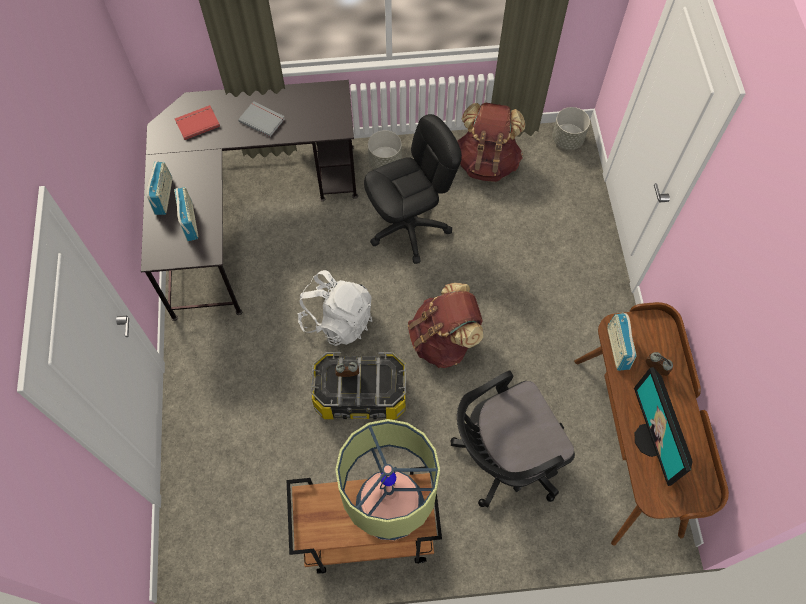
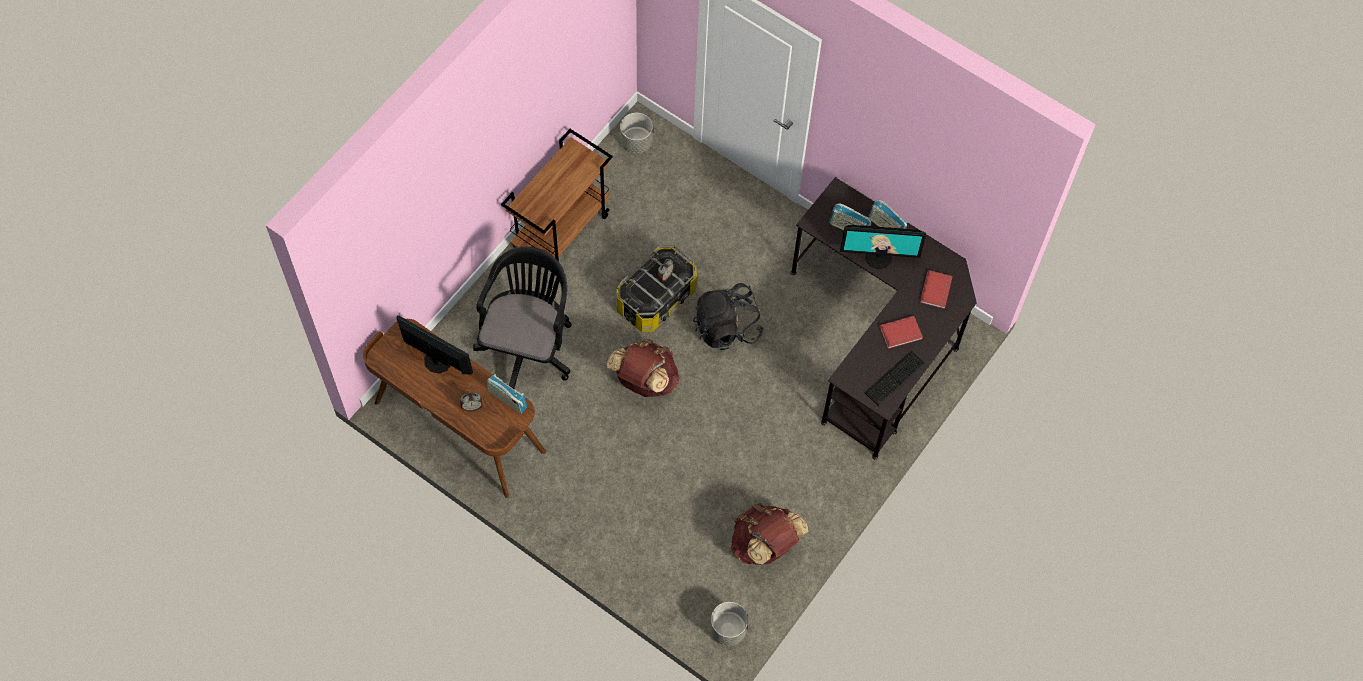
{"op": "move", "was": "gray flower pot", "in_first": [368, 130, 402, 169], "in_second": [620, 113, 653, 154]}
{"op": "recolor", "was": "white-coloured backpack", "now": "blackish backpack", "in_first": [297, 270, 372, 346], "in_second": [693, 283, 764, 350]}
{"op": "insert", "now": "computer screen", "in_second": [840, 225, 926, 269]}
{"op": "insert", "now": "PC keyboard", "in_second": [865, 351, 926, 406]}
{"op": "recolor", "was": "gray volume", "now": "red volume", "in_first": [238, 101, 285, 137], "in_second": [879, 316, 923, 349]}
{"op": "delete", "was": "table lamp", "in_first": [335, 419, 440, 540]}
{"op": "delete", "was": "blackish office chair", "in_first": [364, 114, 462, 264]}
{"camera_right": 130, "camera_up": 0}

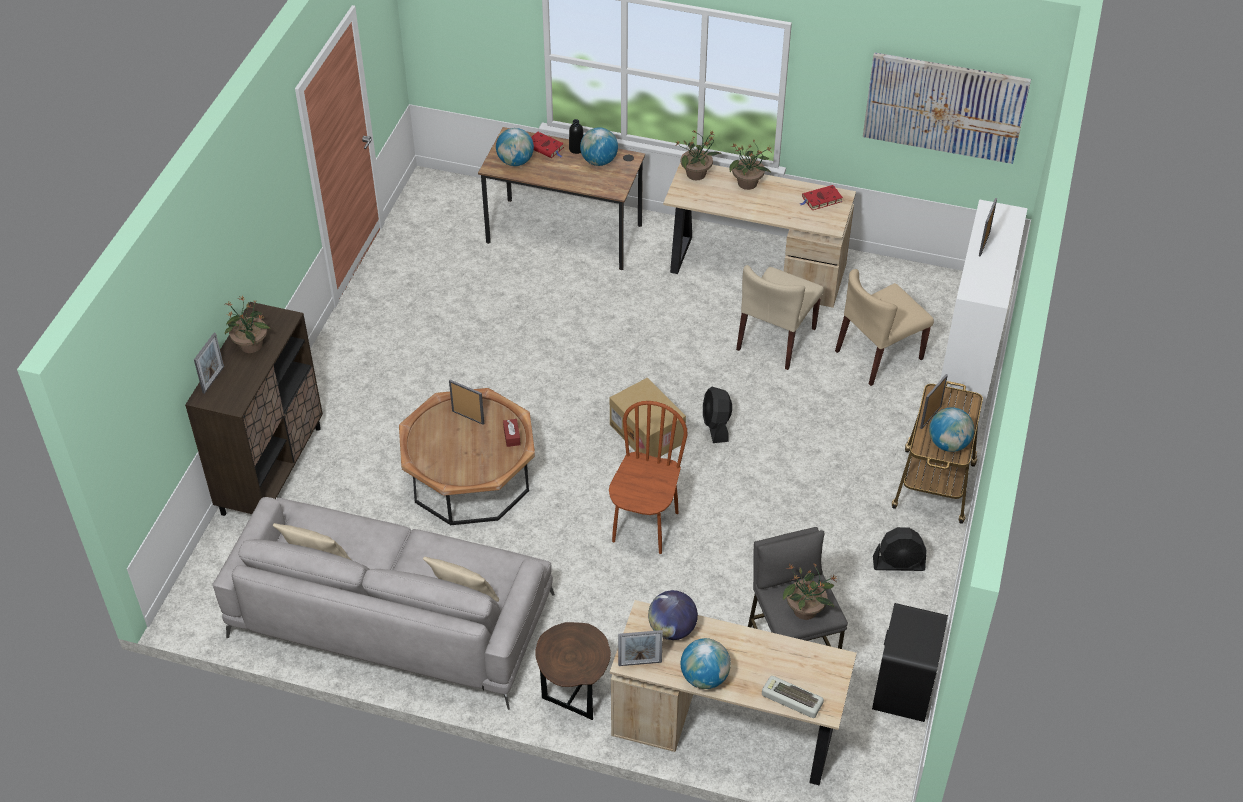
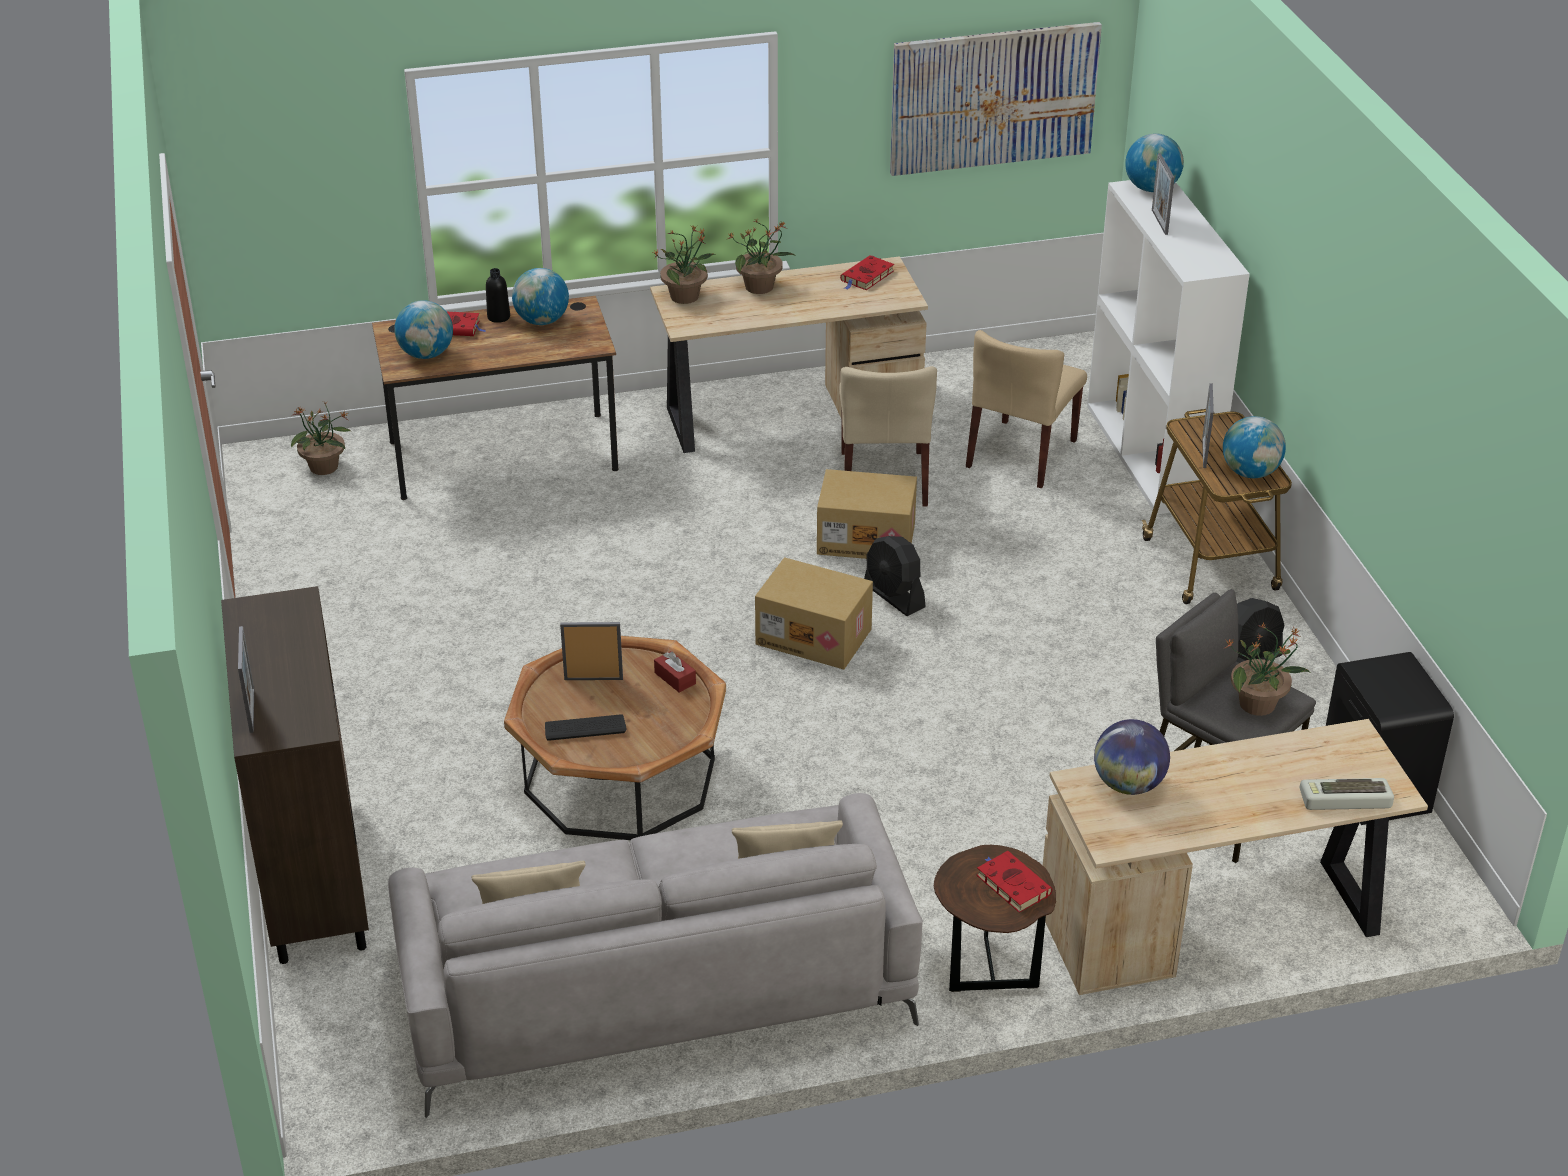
{"op": "move", "was": "houseplant", "in_first": [225, 296, 271, 353], "in_second": [291, 401, 351, 475]}
{"op": "insert", "now": "PC keyboard", "in_second": [545, 714, 626, 741]}
{"op": "insert", "now": "packing box", "in_second": [817, 469, 917, 559]}
{"op": "insert", "now": "red volume", "in_second": [977, 851, 1052, 913]}
{"op": "move", "was": "globe", "in_first": [681, 638, 731, 689], "in_second": [1125, 133, 1184, 192]}
{"op": "delete", "was": "brown upright chair", "in_first": [609, 401, 688, 554]}
{"op": "delete", "was": "photo frame", "in_first": [618, 630, 663, 666]}
{"camera_right": -30, "camera_up": -10}

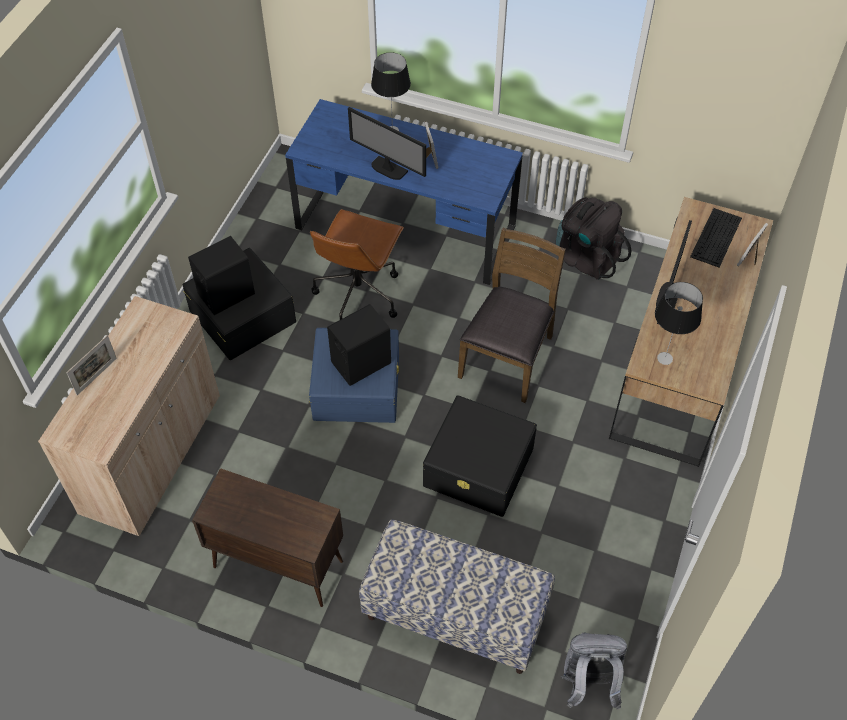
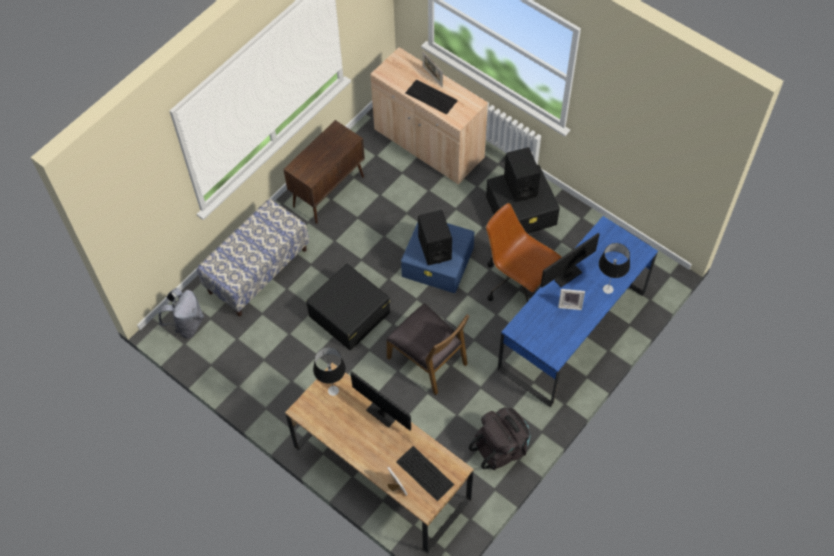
{"op": "insert", "now": "PC keyboard", "in_second": [405, 79, 458, 114]}
{"camera_right": 110, "camera_up": 5}

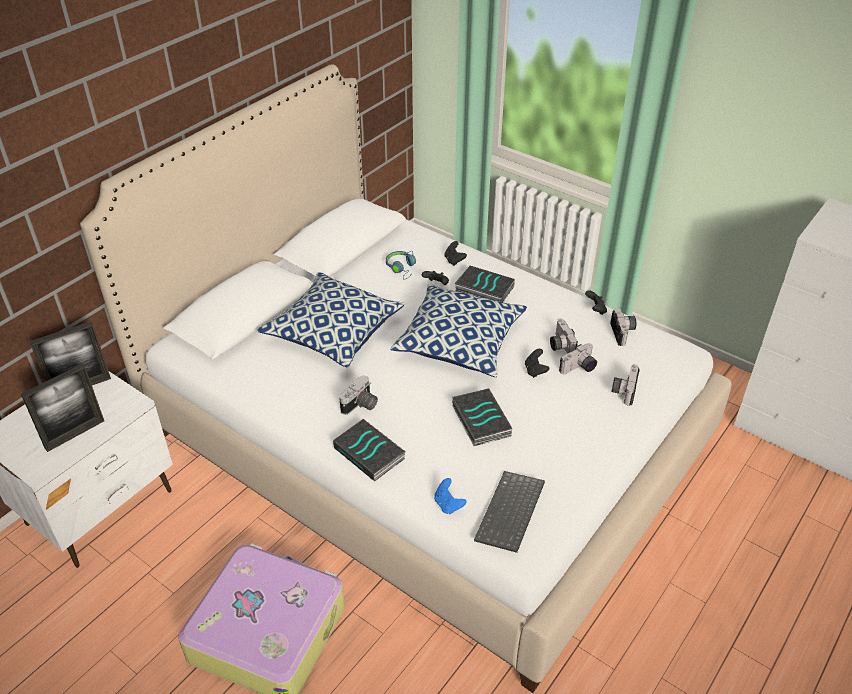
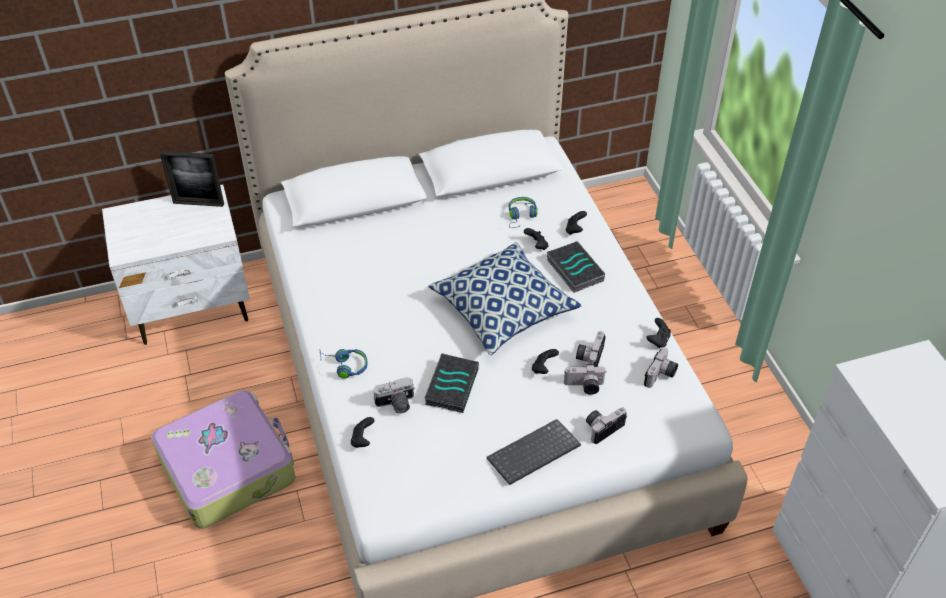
{"op": "replace", "was": "volume", "now": "blue headset", "in_first": [333, 419, 405, 481], "in_second": [320, 349, 368, 379]}
{"op": "recolor", "was": "blue joypad", "now": "blackish joypad", "in_first": [434, 478, 467, 514], "in_second": [351, 417, 375, 448]}
{"op": "move", "was": "photo camera", "in_first": [339, 375, 378, 415], "in_second": [373, 377, 415, 414]}
{"op": "move", "was": "PC keyboard", "in_first": [474, 471, 545, 553], "in_second": [487, 419, 581, 485]}
{"op": "delete", "was": "photo frame", "in_first": [21, 364, 104, 452]}
{"op": "delete", "was": "pillow", "in_first": [257, 272, 405, 367]}
{"camera_right": 35, "camera_up": 5}

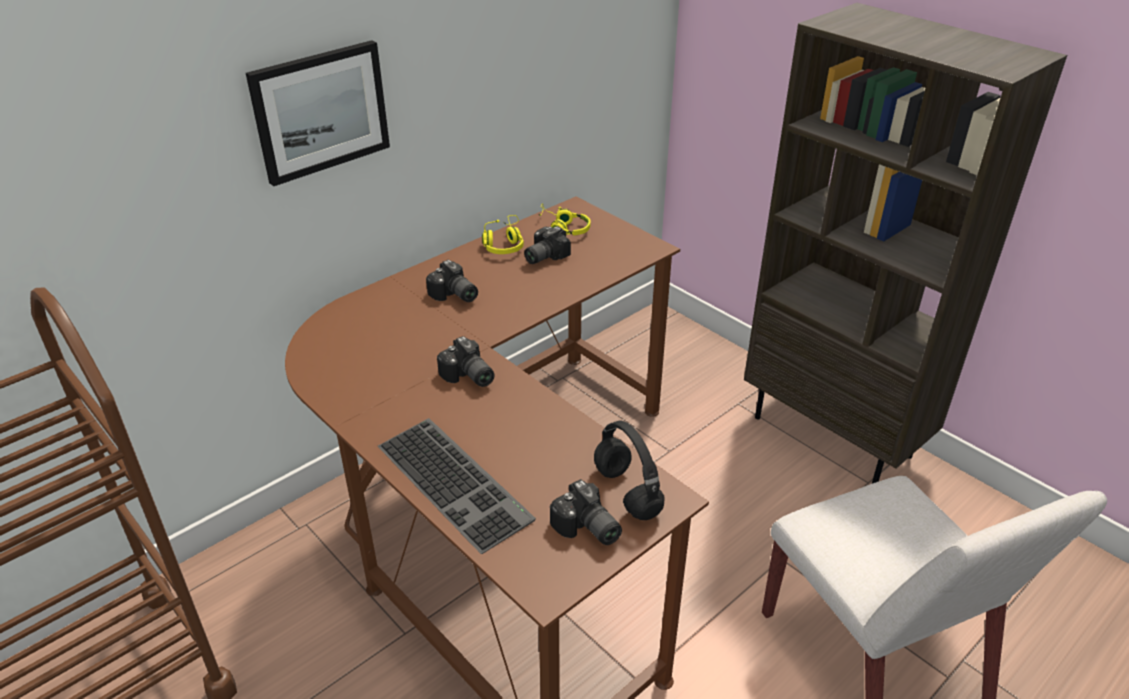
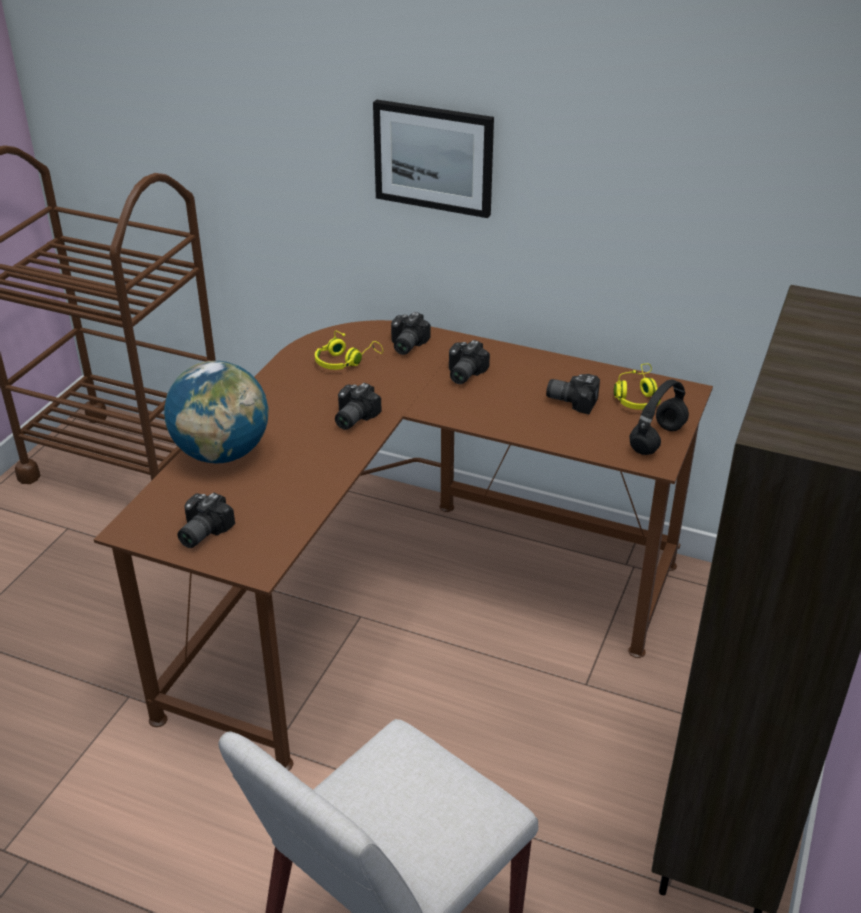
{"op": "replace", "was": "PC keyboard", "now": "globe", "in_first": [378, 418, 536, 554], "in_second": [164, 361, 268, 463]}
{"op": "move", "was": "yellowish headset", "in_first": [482, 215, 524, 254], "in_second": [315, 331, 383, 370]}
{"op": "insert", "now": "photo camera", "in_second": [391, 312, 430, 355]}
{"op": "move", "was": "blackish headset", "in_first": [594, 420, 665, 520], "in_second": [629, 380, 689, 455]}
{"camera_right": 65, "camera_up": 0}

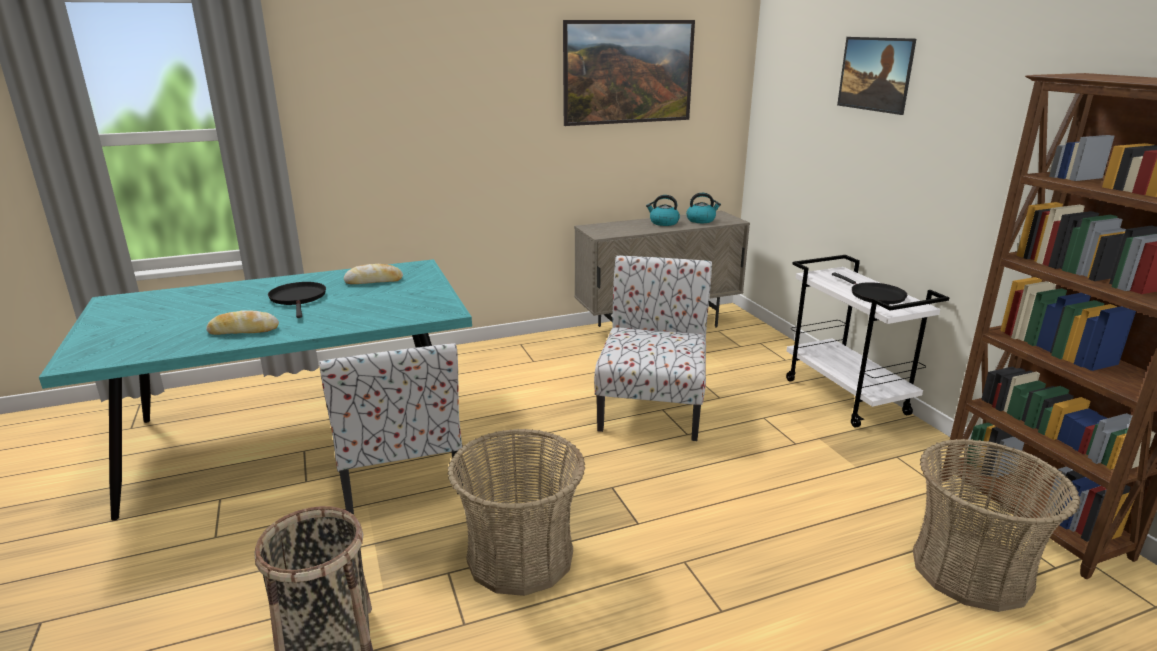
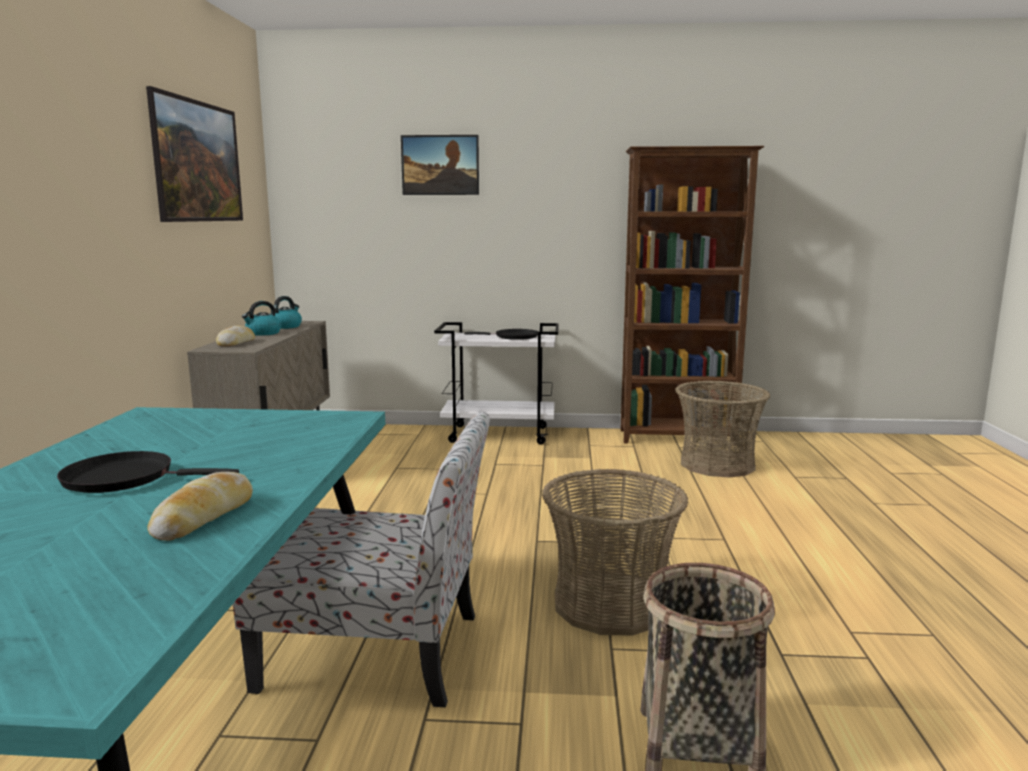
{"op": "move", "was": "bakery bread", "in_first": [344, 264, 403, 284], "in_second": [216, 325, 255, 346]}
{"op": "delete", "was": "upright chair", "in_first": [594, 256, 712, 441]}
{"camera_right": -65, "camera_up": -10}

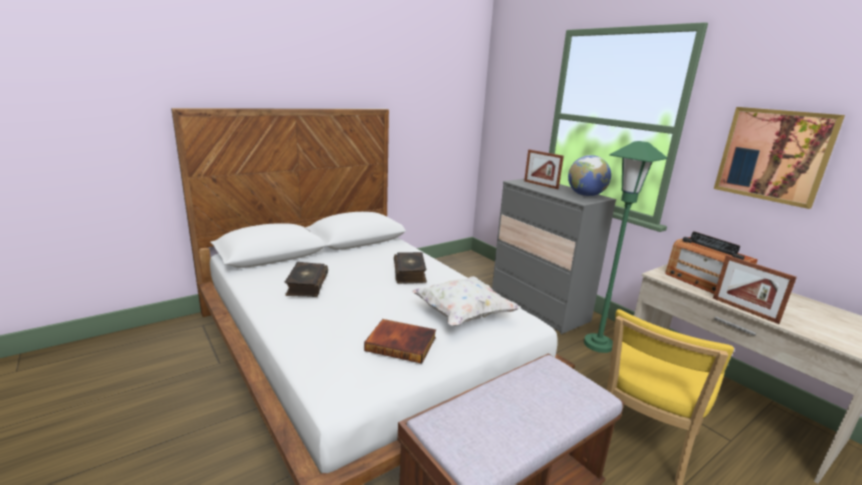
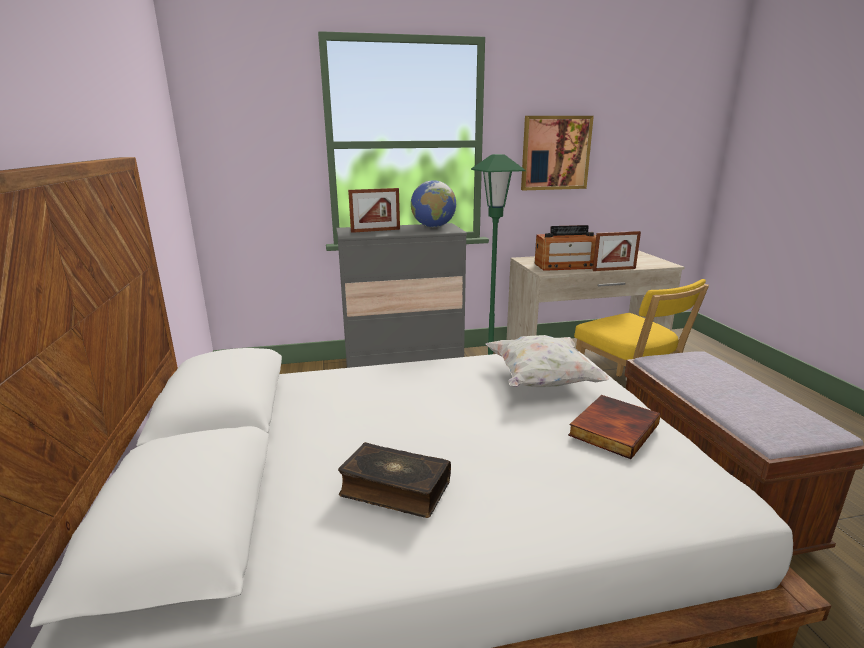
{"op": "delete", "was": "volume", "in_first": [394, 252, 427, 284]}
{"camera_right": -65, "camera_up": 0}

